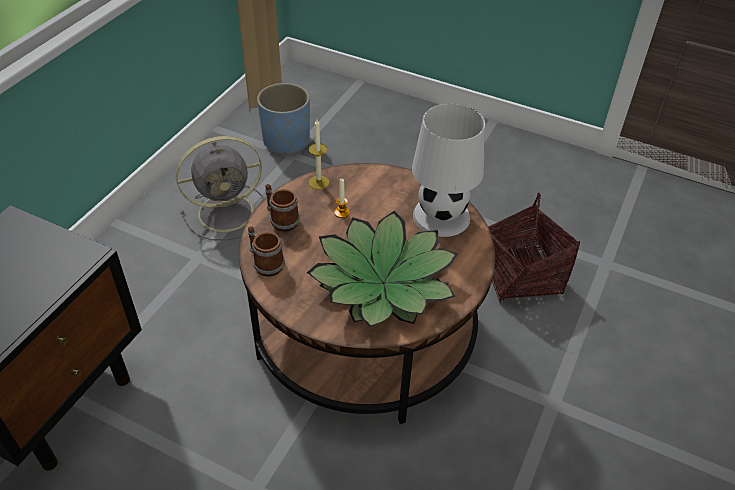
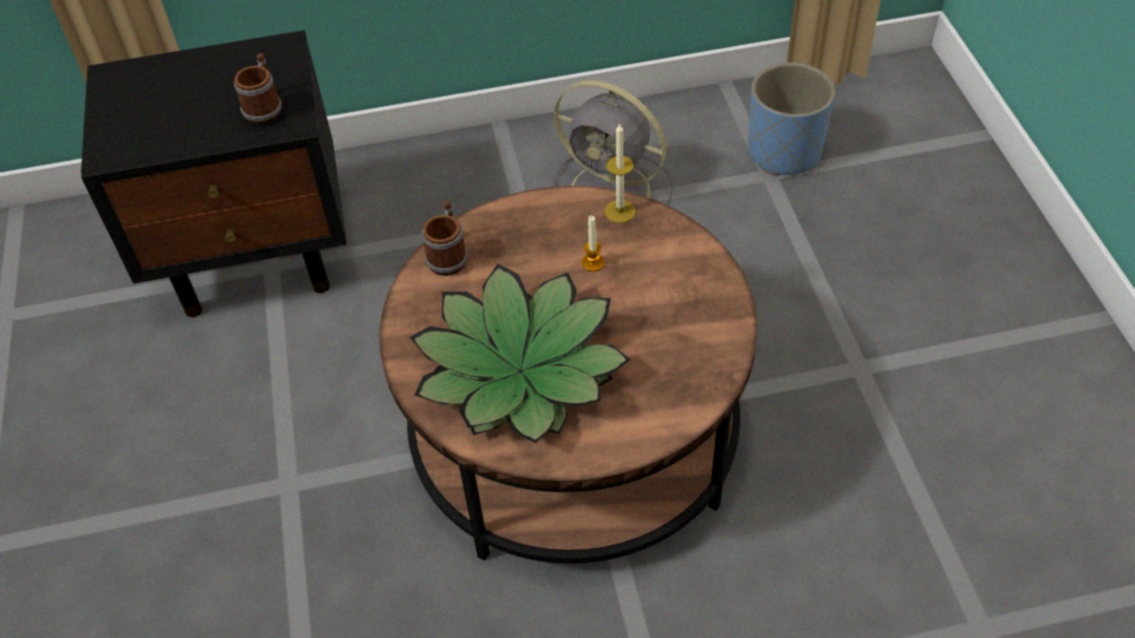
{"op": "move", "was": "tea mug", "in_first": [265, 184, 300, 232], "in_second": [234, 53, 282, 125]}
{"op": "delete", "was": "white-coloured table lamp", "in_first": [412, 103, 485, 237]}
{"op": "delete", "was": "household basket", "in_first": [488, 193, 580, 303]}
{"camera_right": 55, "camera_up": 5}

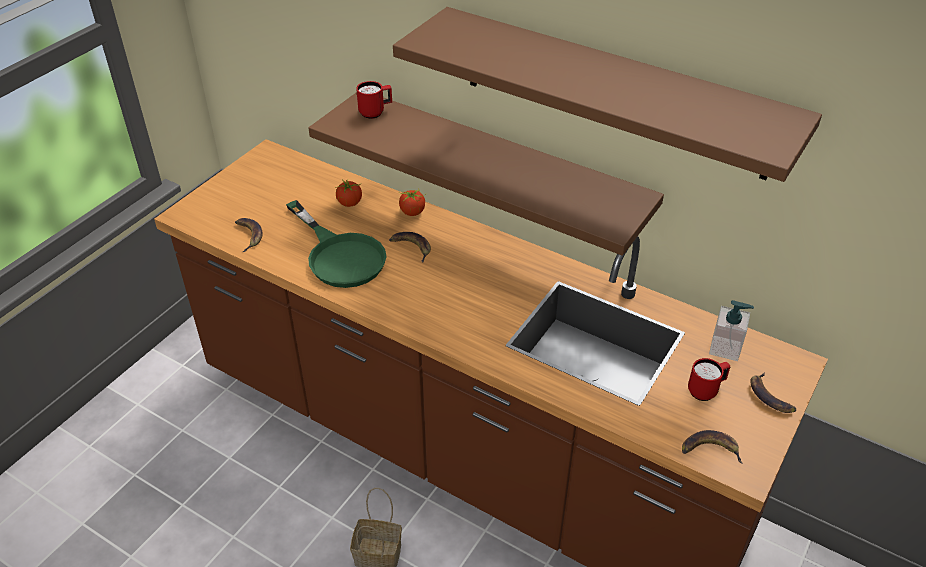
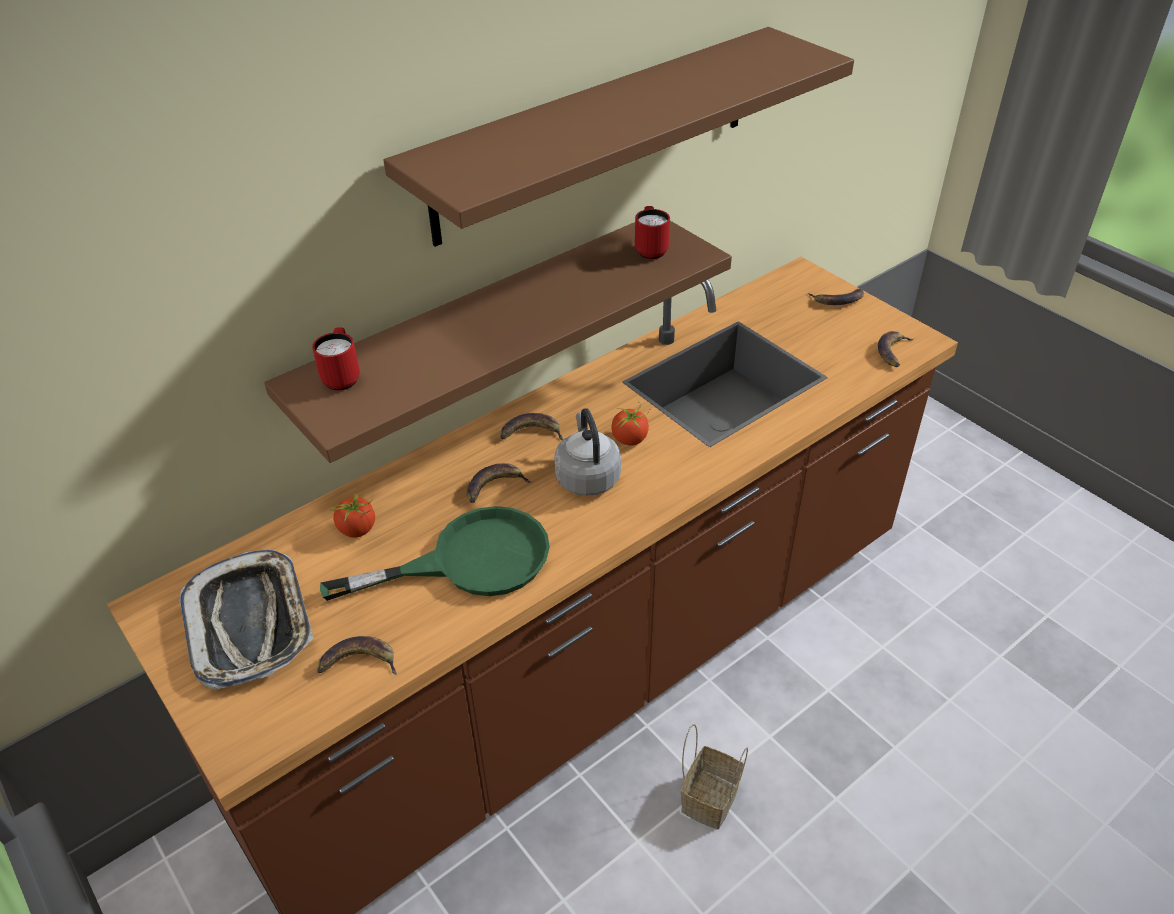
{"op": "insert", "now": "carrying tray", "in_second": [180, 550, 314, 689]}
{"op": "insert", "now": "banana", "in_second": [500, 413, 563, 440]}
{"op": "insert", "now": "gray water kettle", "in_second": [554, 408, 621, 496]}
{"op": "move", "was": "fresh tomato", "in_first": [399, 190, 426, 216], "in_second": [612, 402, 650, 446]}
{"op": "move", "was": "red tea mug", "in_first": [688, 358, 730, 401], "in_second": [635, 206, 670, 259]}
{"op": "delete", "was": "soap bottle", "in_first": [709, 300, 754, 361]}
{"camera_right": -70, "camera_up": 0}

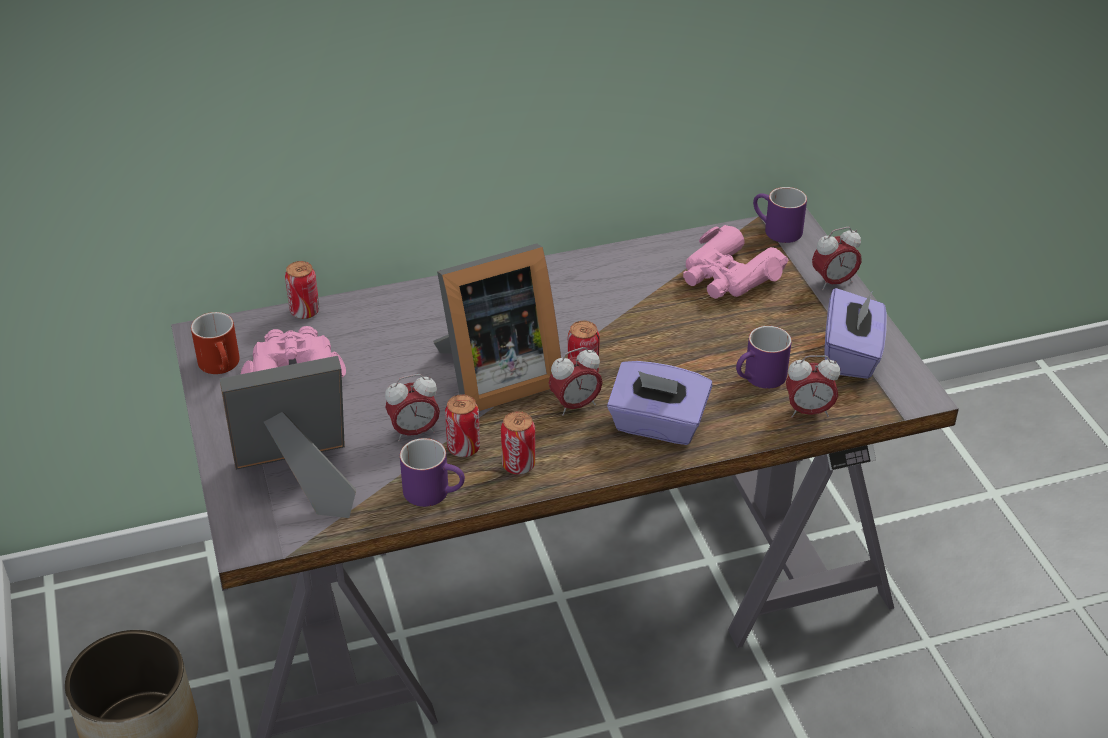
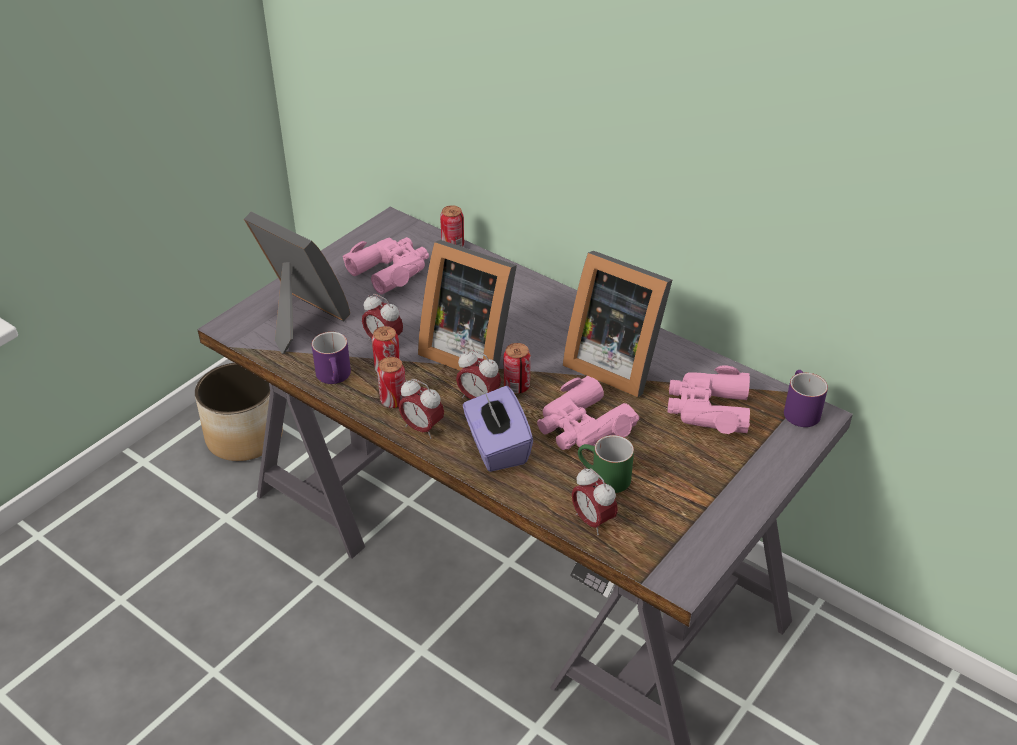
{"op": "move", "was": "bedside clock", "in_first": [812, 227, 862, 290], "in_second": [399, 379, 444, 439]}
{"op": "insert", "now": "pink-coloured pair of binoculars", "in_second": [537, 376, 639, 450]}
{"op": "insert", "now": "photo frame", "in_second": [563, 251, 672, 397]}
{"op": "recolor", "was": "purple-coloured tea mug", "now": "green tea mug", "in_first": [736, 326, 792, 389], "in_second": [578, 435, 634, 493]}
{"op": "delete", "was": "red tea mug", "in_first": [191, 312, 240, 374]}
{"op": "delete", "was": "purple-coloured box of tissues", "in_first": [824, 288, 887, 379]}
{"camera_right": 55, "camera_up": 0}

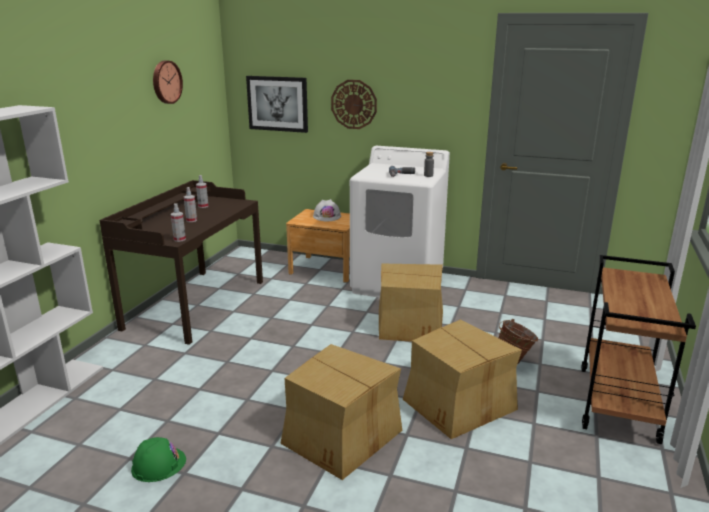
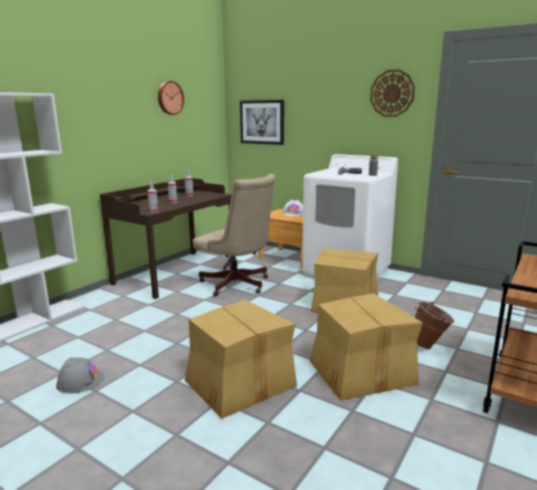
{"op": "recolor", "was": "green hard hat", "now": "gray hard hat", "in_first": [131, 437, 186, 482], "in_second": [56, 357, 105, 393]}
{"op": "insert", "now": "beige office chair", "in_second": [193, 174, 276, 296]}
{"op": "move", "was": "wall clock", "in_first": [331, 80, 377, 129], "in_second": [370, 69, 415, 117]}
{"camera_right": 15, "camera_up": -5}

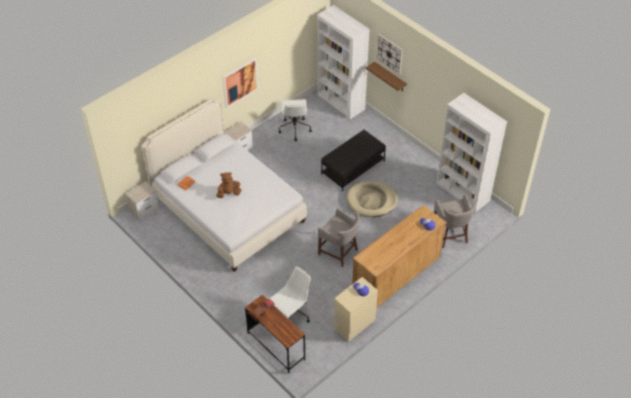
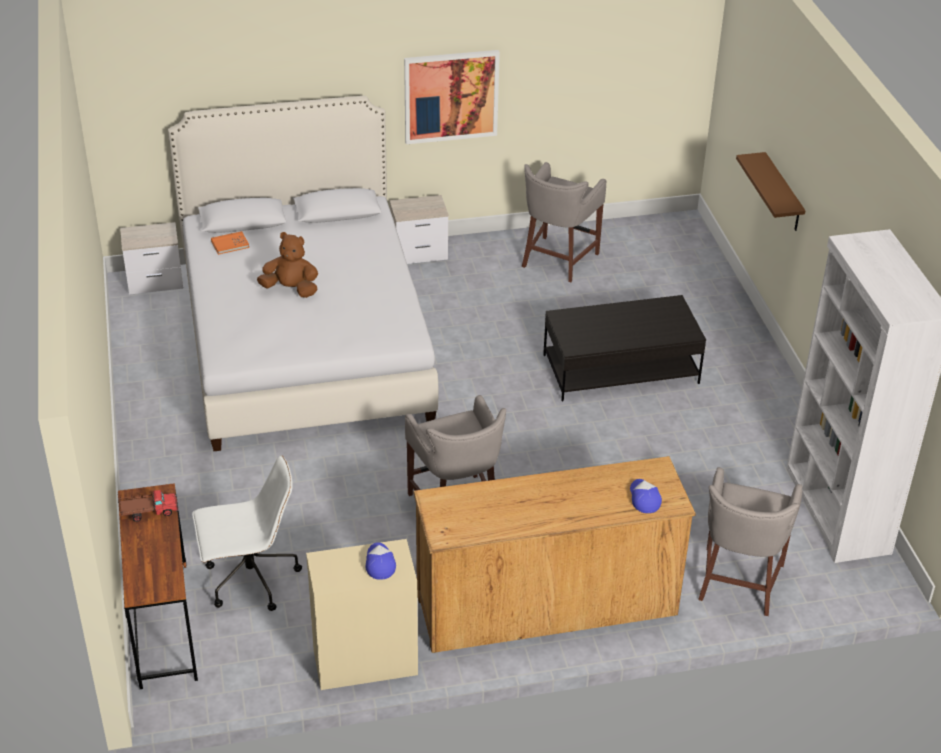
{"op": "replace", "was": "white-coloured office chair", "now": "gray stool", "in_first": [278, 99, 312, 141], "in_second": [522, 162, 606, 282]}
{"op": "delete", "was": "white-coloured bookcase", "in_first": [317, 5, 370, 119]}
{"op": "delete", "was": "beige dog cushion", "in_first": [346, 181, 398, 217]}
{"op": "delete", "was": "wall clock", "in_first": [376, 34, 403, 76]}
{"camera_right": 30, "camera_up": -10}

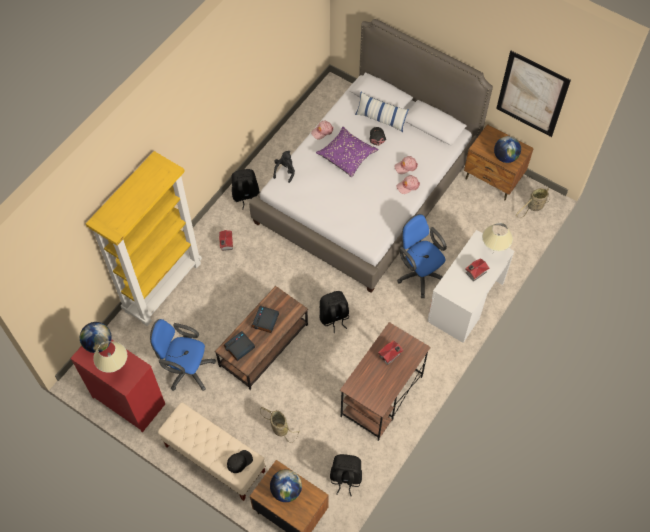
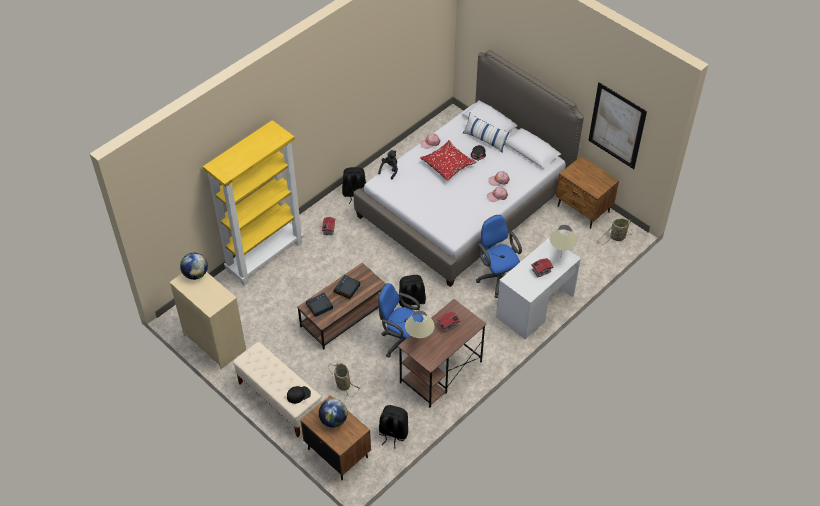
{"op": "recolor", "was": "red dresser", "now": "beige dresser", "in_first": [70, 339, 165, 433], "in_second": [170, 272, 246, 369]}
{"op": "move", "was": "blue office chair", "in_first": [150, 319, 216, 391], "in_second": [378, 283, 423, 358]}
{"op": "move", "was": "beige table lamp", "in_first": [93, 341, 127, 373], "in_second": [405, 311, 434, 344]}
{"op": "recolor", "was": "purple-coloured pillow", "now": "red pillow", "in_first": [316, 127, 379, 177], "in_second": [420, 140, 477, 181]}
{"op": "delete", "was": "globe", "in_first": [494, 136, 521, 163]}
{"camera_right": 10, "camera_up": -10}

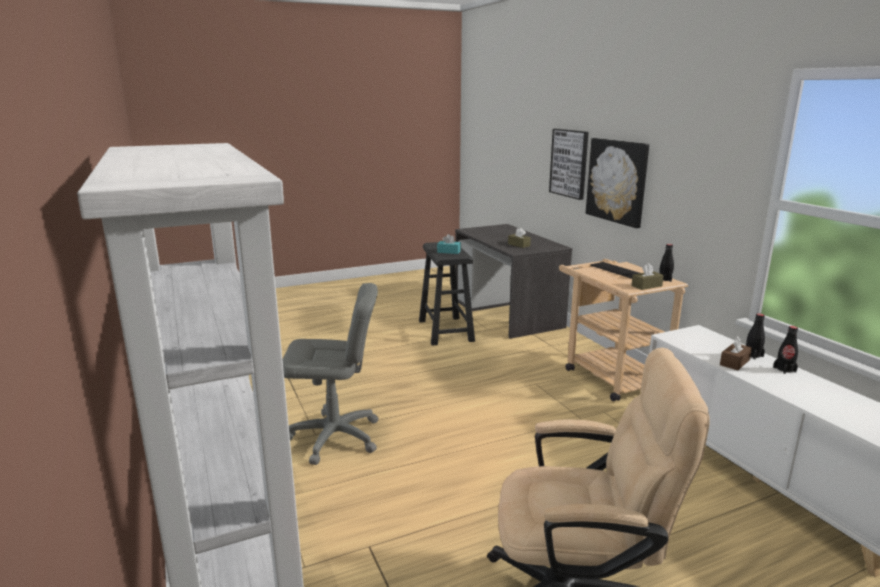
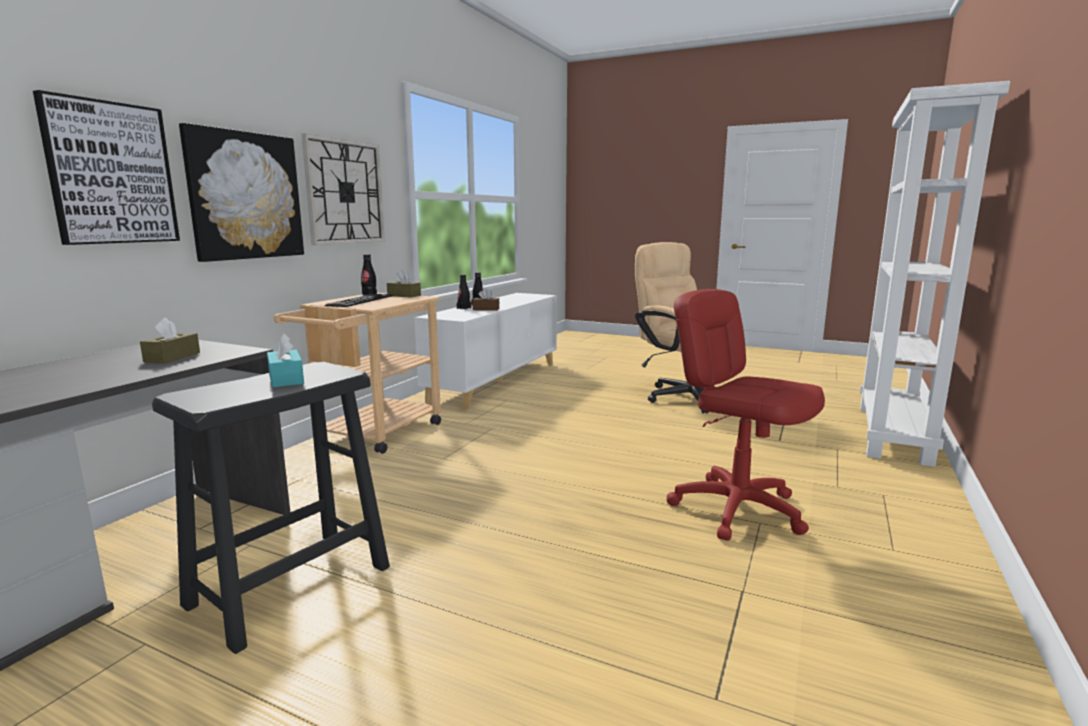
{"op": "insert", "now": "wall clock", "in_second": [302, 134, 385, 245]}
{"op": "recolor", "was": "gray office chair", "now": "red office chair", "in_first": [282, 283, 379, 465], "in_second": [667, 289, 825, 541]}
{"camera_right": -130, "camera_up": -5}

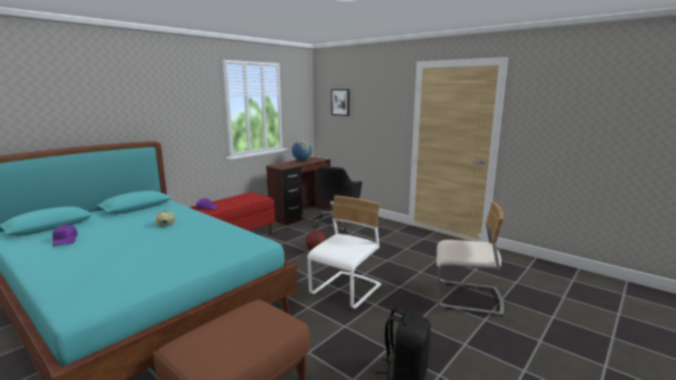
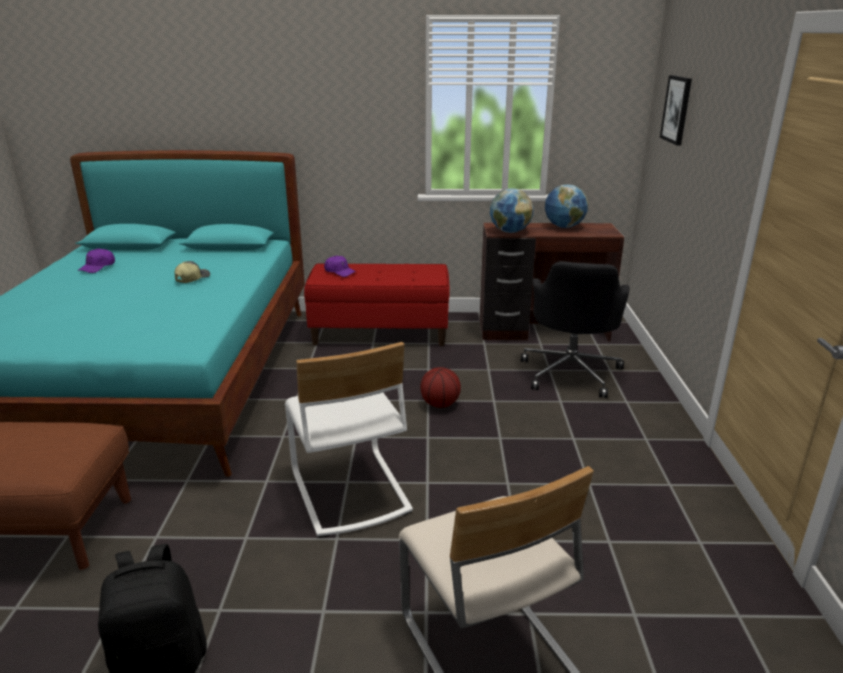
{"op": "rotate", "was": "white-coloured upright chair", "in_first": [307, 195, 381, 309], "in_second": [285, 342, 413, 538], "clockwise": 75}
{"op": "insert", "now": "globe", "in_second": [490, 188, 534, 233]}
{"op": "rotate", "was": "blackish office chair", "in_first": [313, 166, 362, 232], "in_second": [521, 261, 630, 398], "clockwise": -60}
{"camera_right": 50, "camera_up": 10}

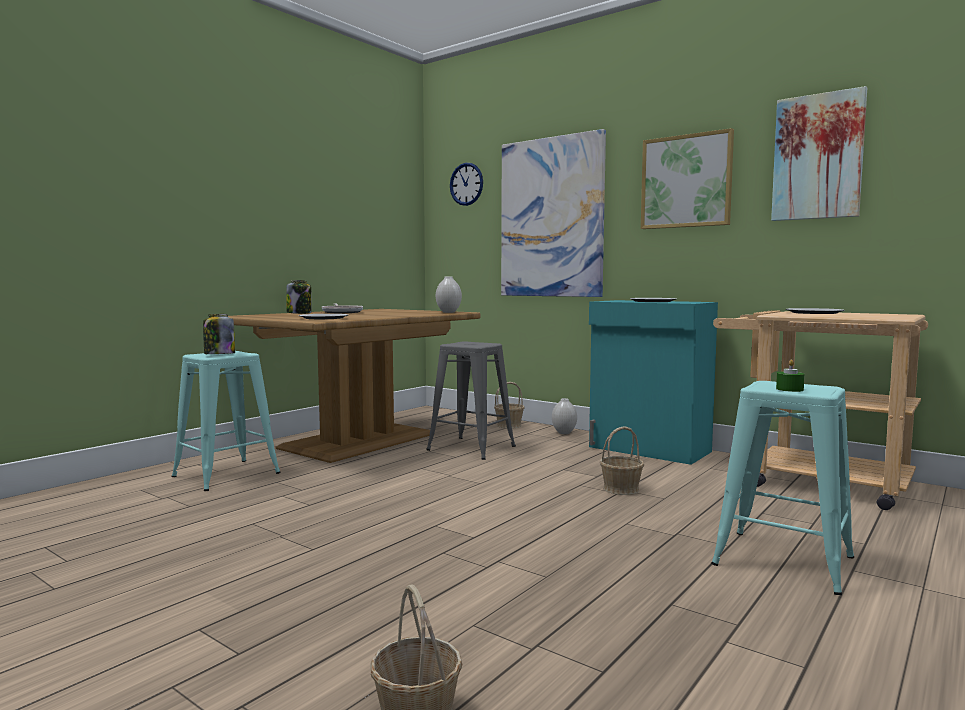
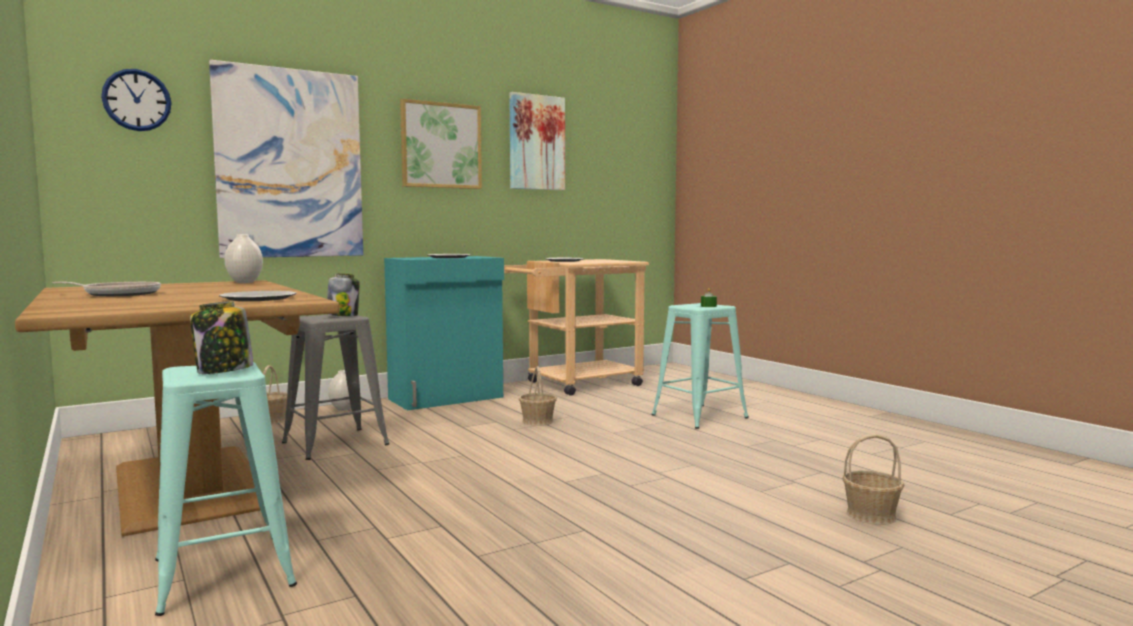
{"op": "move", "was": "storage jar", "in_first": [286, 280, 311, 314], "in_second": [327, 274, 359, 316]}
{"camera_right": -70, "camera_up": 0}

